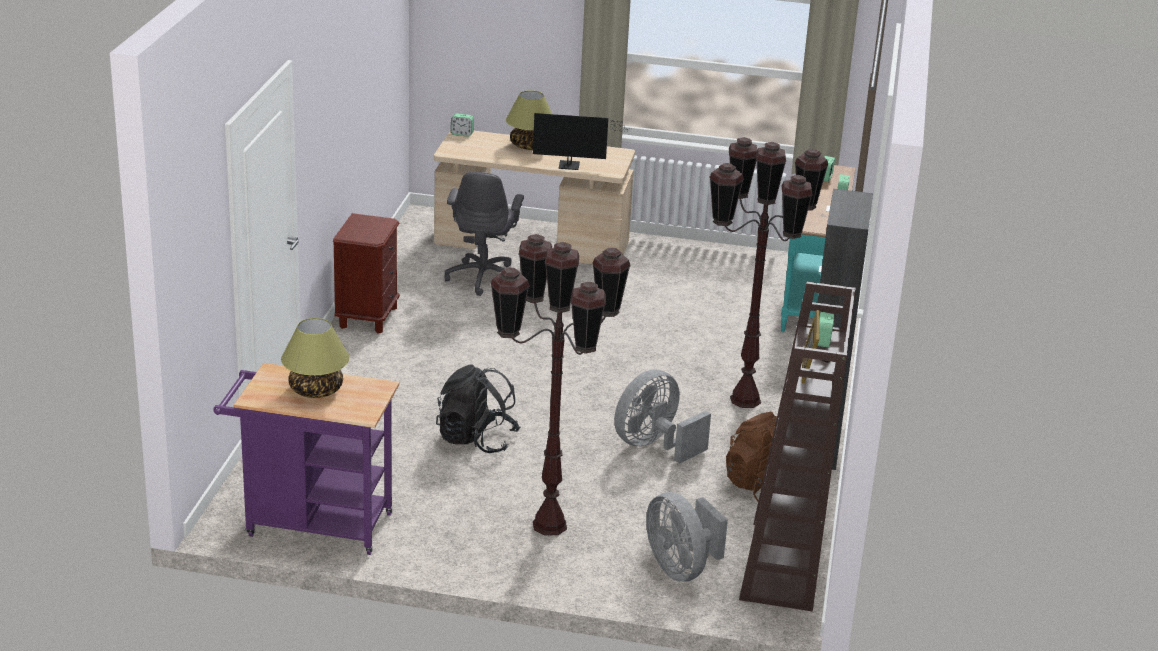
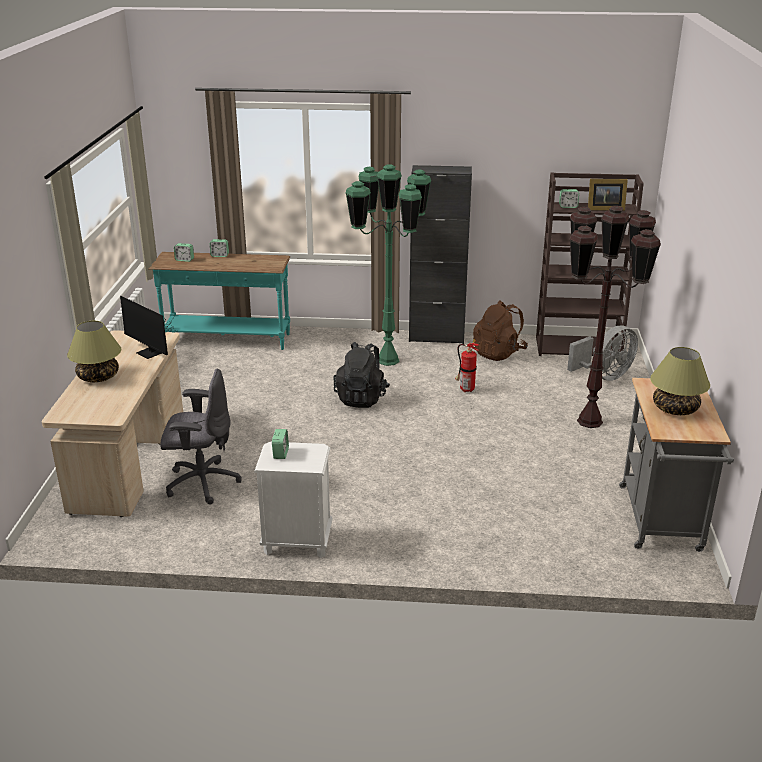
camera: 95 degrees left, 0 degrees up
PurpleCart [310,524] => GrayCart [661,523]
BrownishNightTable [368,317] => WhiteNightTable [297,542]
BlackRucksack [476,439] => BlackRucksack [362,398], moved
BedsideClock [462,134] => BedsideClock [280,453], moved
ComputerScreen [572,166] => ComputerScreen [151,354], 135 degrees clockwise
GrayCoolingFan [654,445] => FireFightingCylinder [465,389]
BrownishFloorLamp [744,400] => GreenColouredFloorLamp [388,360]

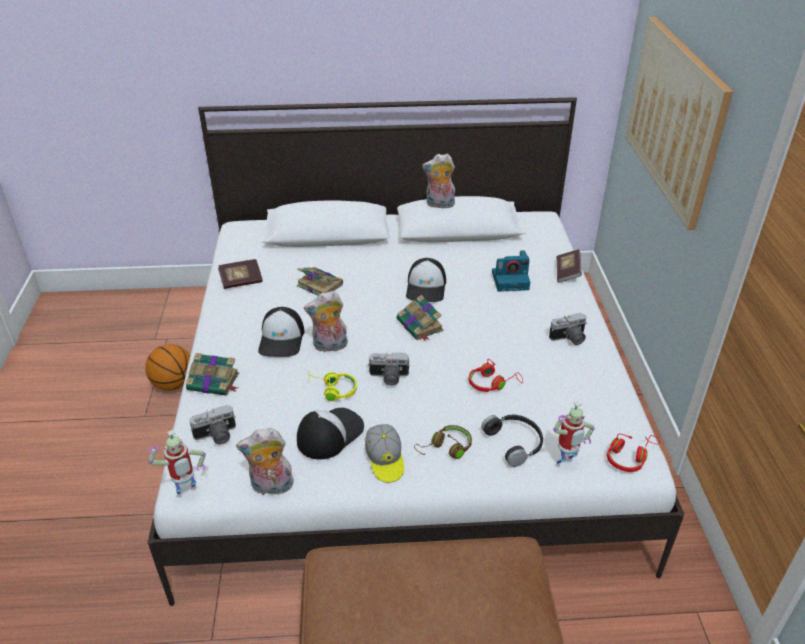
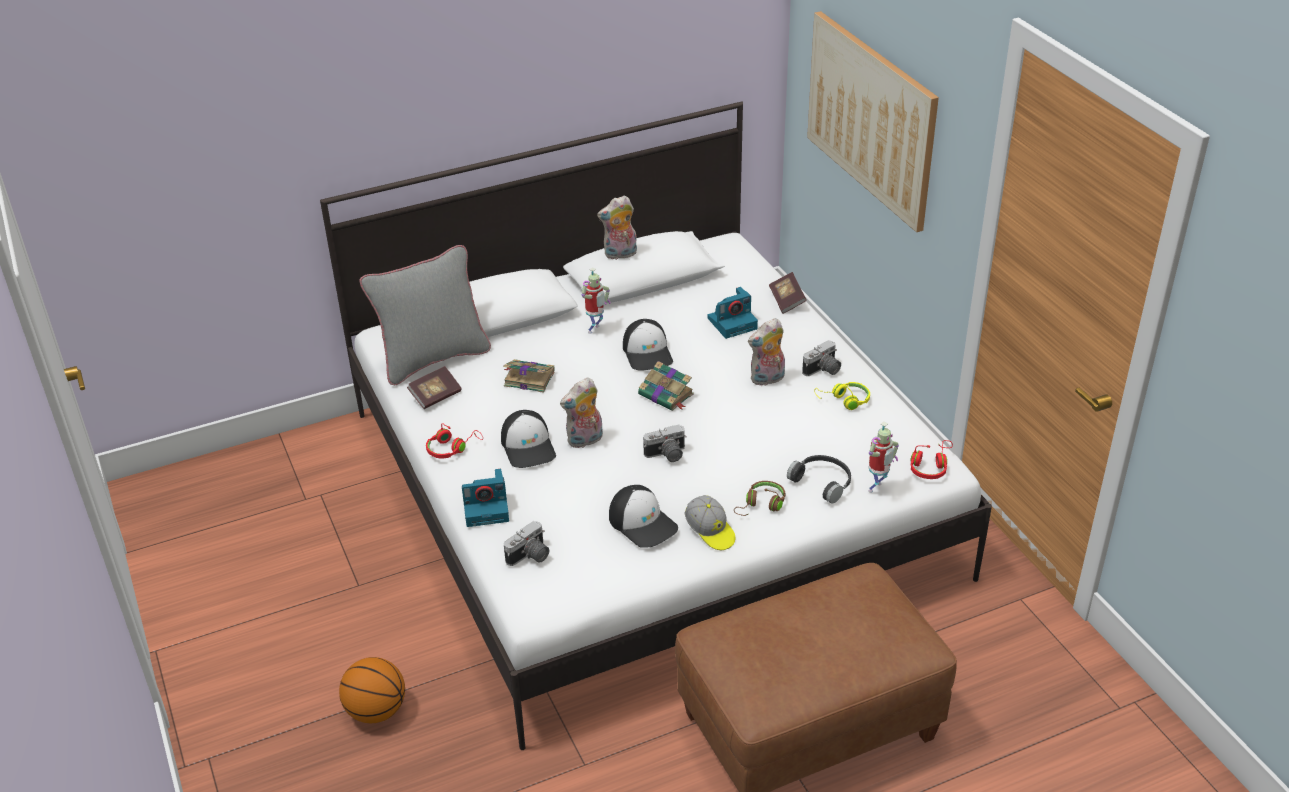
camera: 20 degrees left, 0 degrees up
Basketball [174,384] => Basketball [376,710], moved
RobotFigure [187,494] => RobotFigure [595,330], moved
Volume [214,382] => StillCamera [487,508]
CuddlyToy [271,487] => CuddlyToy [767,379], moved
Cap [329,433] => Cap [643,523], 120 degrees clockwise
YellowPairOfHeadphones [332,389] => YellowPairOfHeadphones [844,400], moved
ReddishPairOfHeadphones [492,383] => ReddishPairOfHeadphones [452,448], moved
nothing => GrayCushion [433,359]

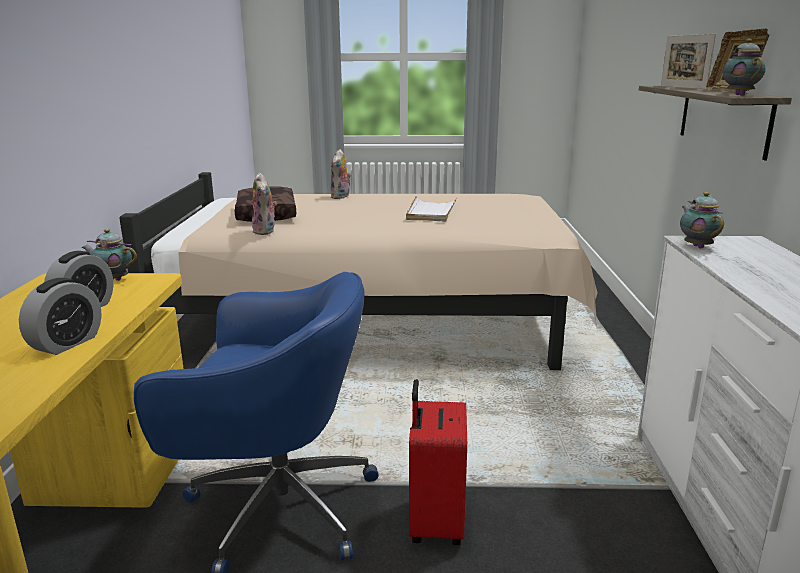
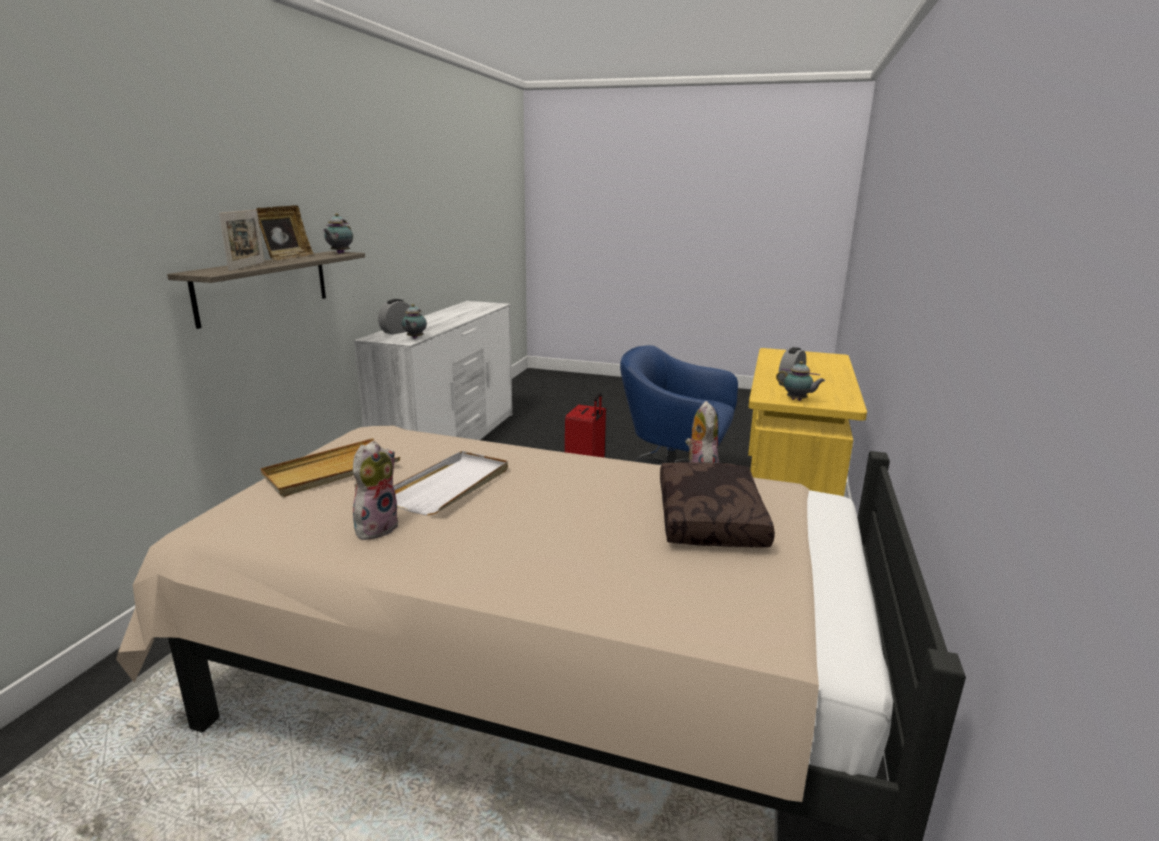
camera: 165 degrees left, 0 degrees up
BedsideClock [67,343] => BedsideClock [397,332], moved
CuddlyToy [341,197] => CuddlyToy [376,527], moved
nothing => BeigeServingTray [331,471]

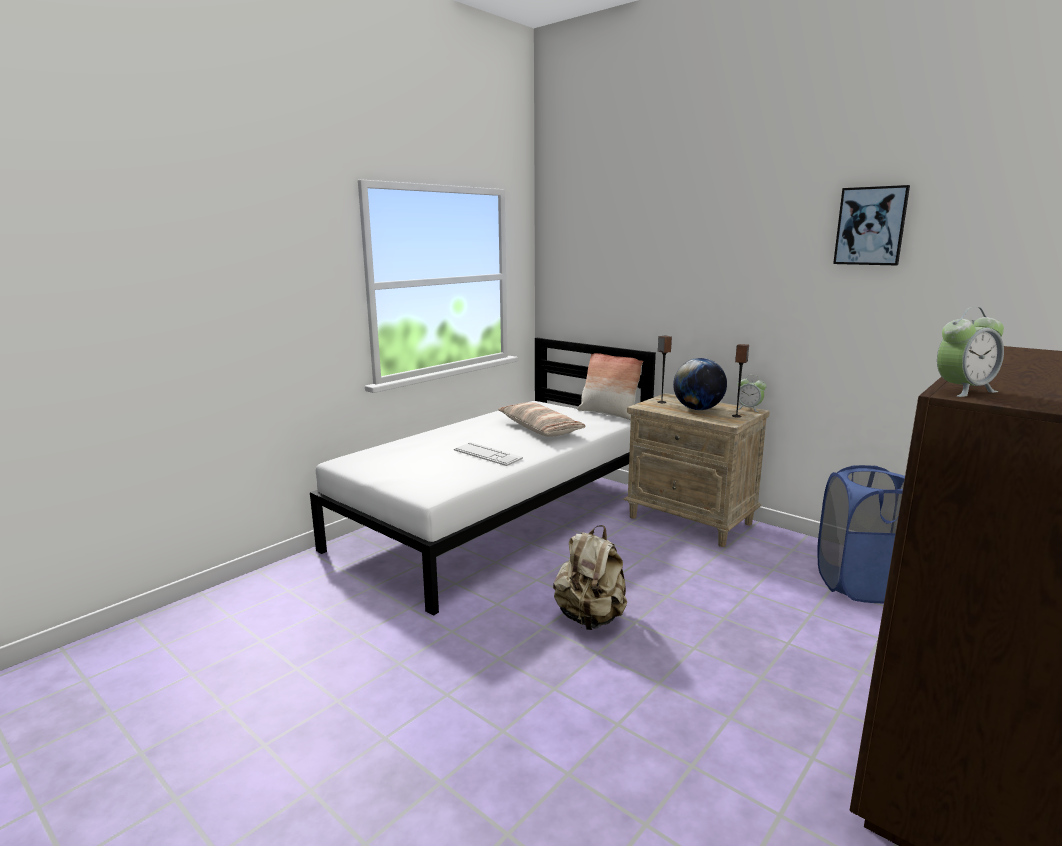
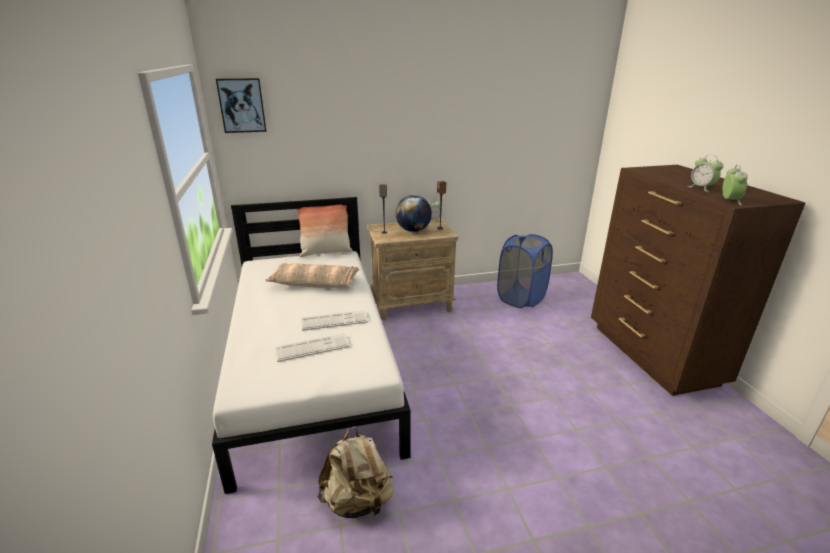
camera: 55 degrees left, 10 degrees up
BeigeRucksack [590,618] => BeigeRucksack [357,501], moved
Picture [870,226] => Picture [242,105], moved
nothing => PcKeyboard [312,348]
nothing => BedsideClock [701,188]

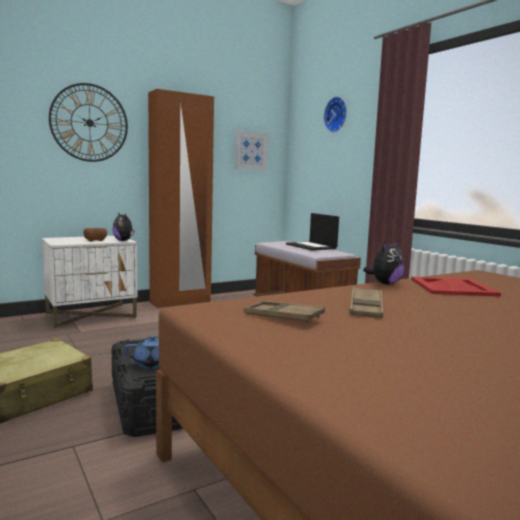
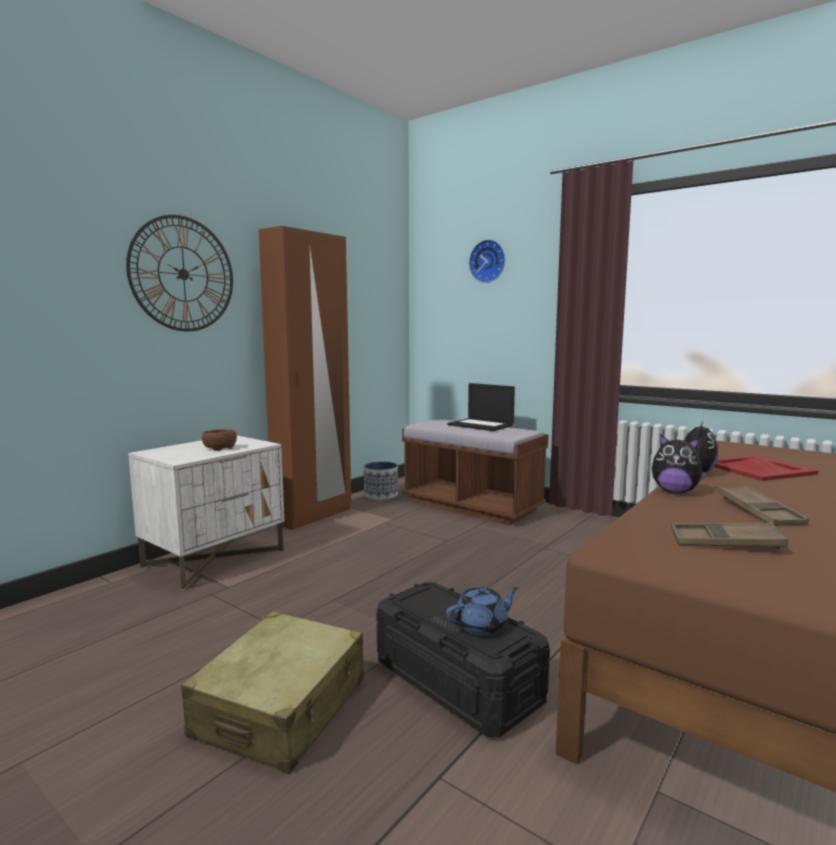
camera: 20 degrees left, 0 degrees up
CuddlyToy [124,241] => CuddlyToy [675,491], moved
Picture [251,151] => nothing
nothing => PlantPot [380,495]

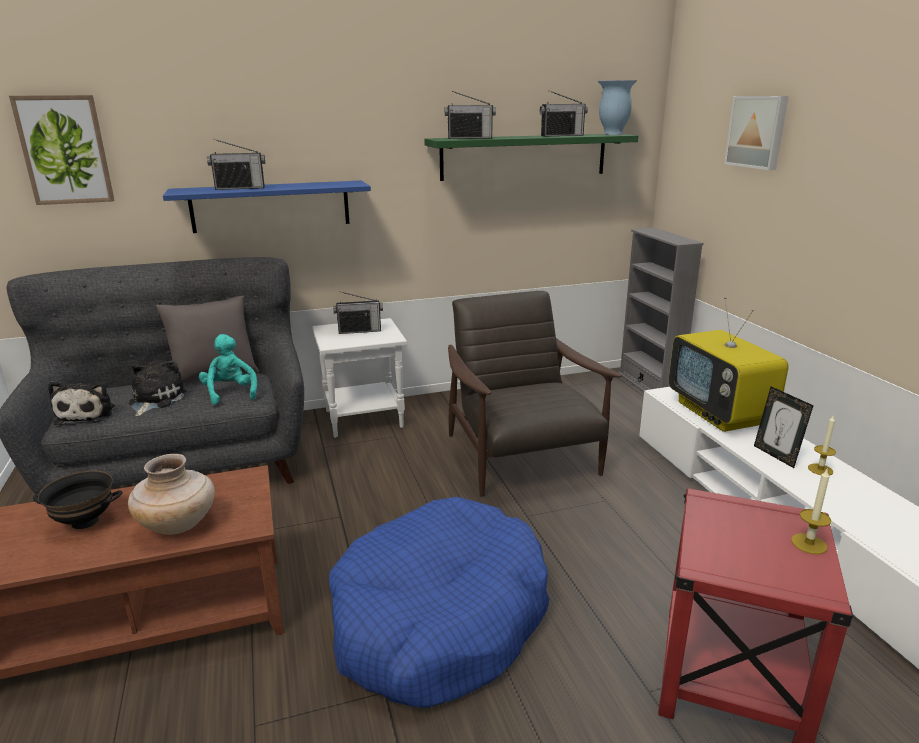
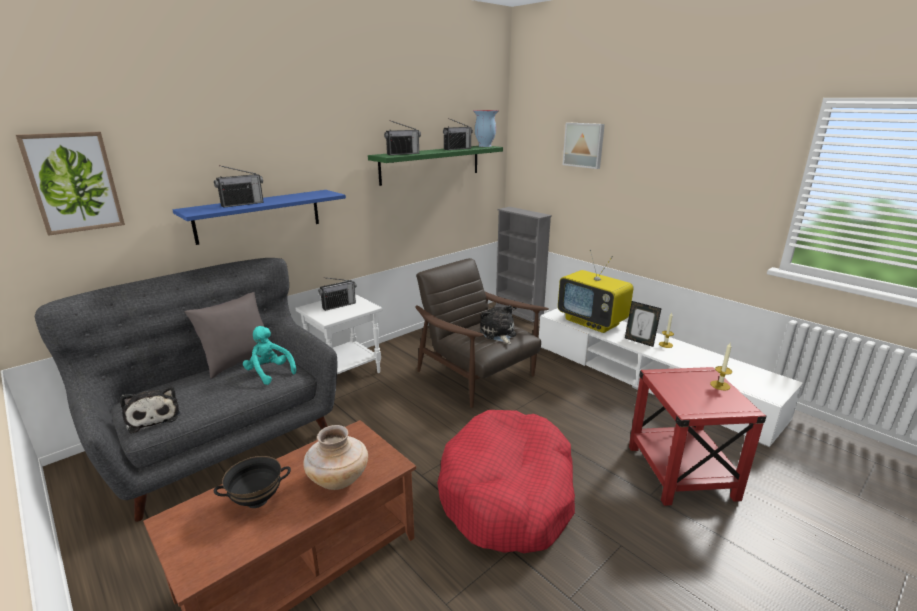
camera: 25 degrees left, 0 degrees up
CuddlyToy [155,400] => CuddlyToy [498,334], moved
BluishDogCushion [439,618] => ReddishDogCushion [508,493]

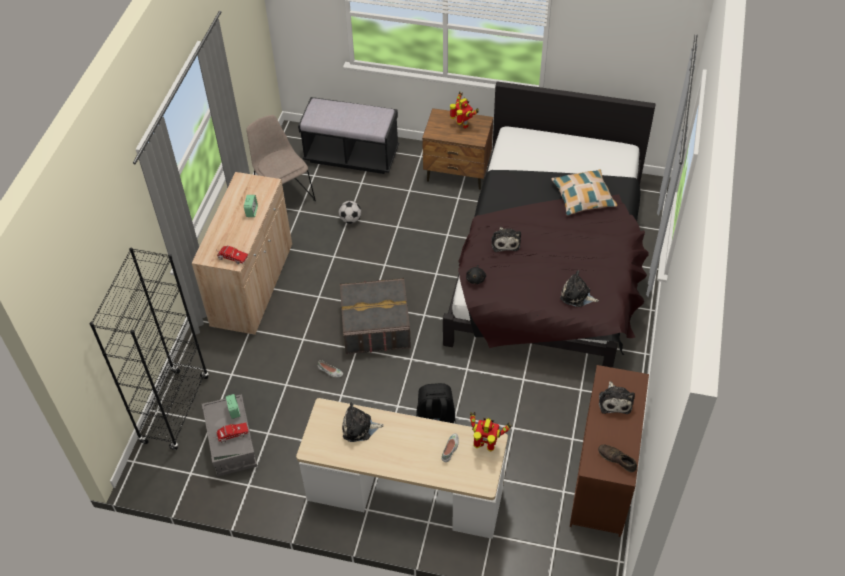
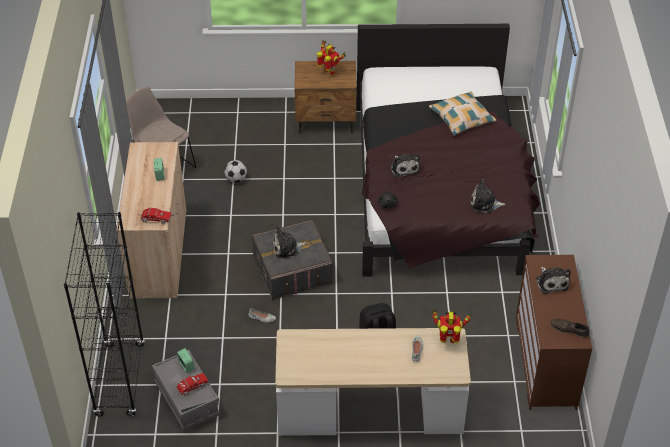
camera: 15 degrees left, 5 degrees down
BlackBench [351,156] => nothing
CuddlyToy [359,428] => CuddlyToy [287,248], moved

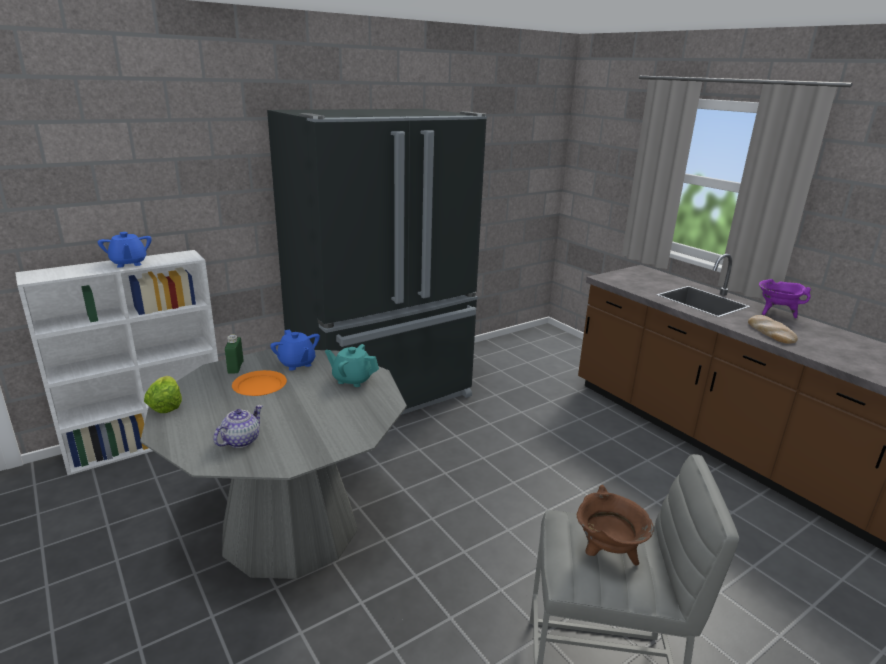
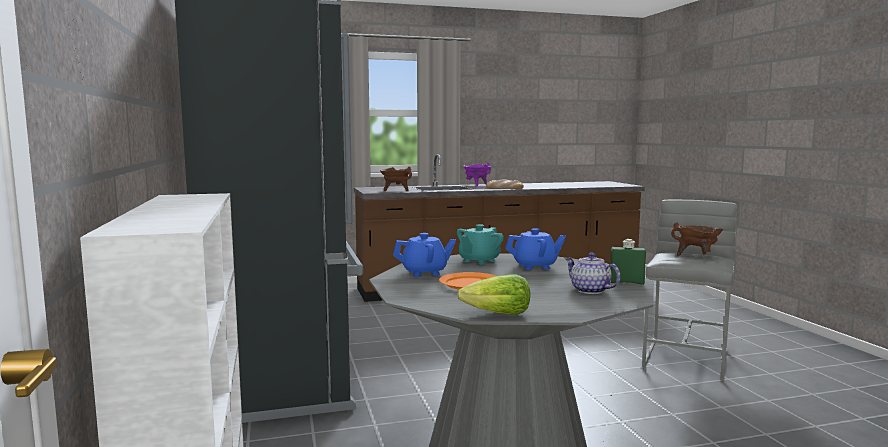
camera: 70 degrees left, 15 degrees down
BluishTeapot [129,263] => BluishTeapot [535,266], moved
GreenColouredDrinkBottle [235,367] => GreenColouredDrinkBottle [626,282], moved
nothing => BrownishCookingPot [396,190]

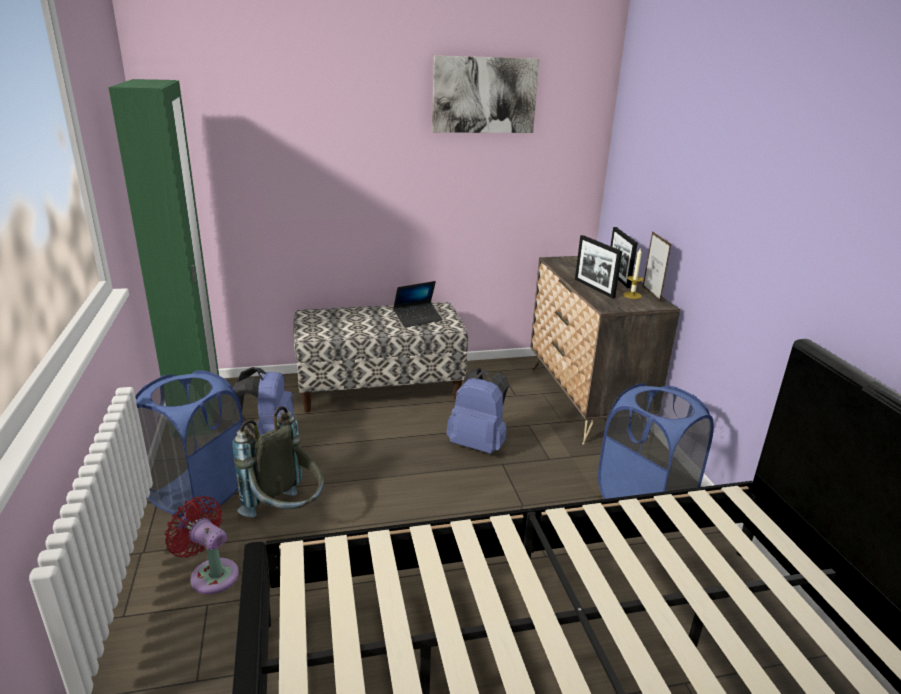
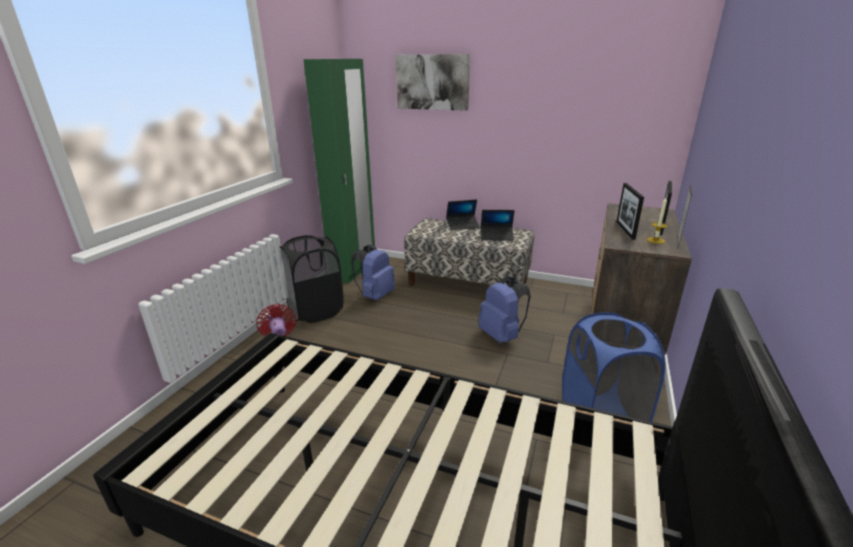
camera: 35 degrees right, 0 degrees up
BluishLaundryBasket [198,492] => BlackLaundryBasket [315,311]
GrayRucksack [287,514] => nothing
Picture [484,95] => Picture [432,82], moved
nothing => Laptop [462,225]

